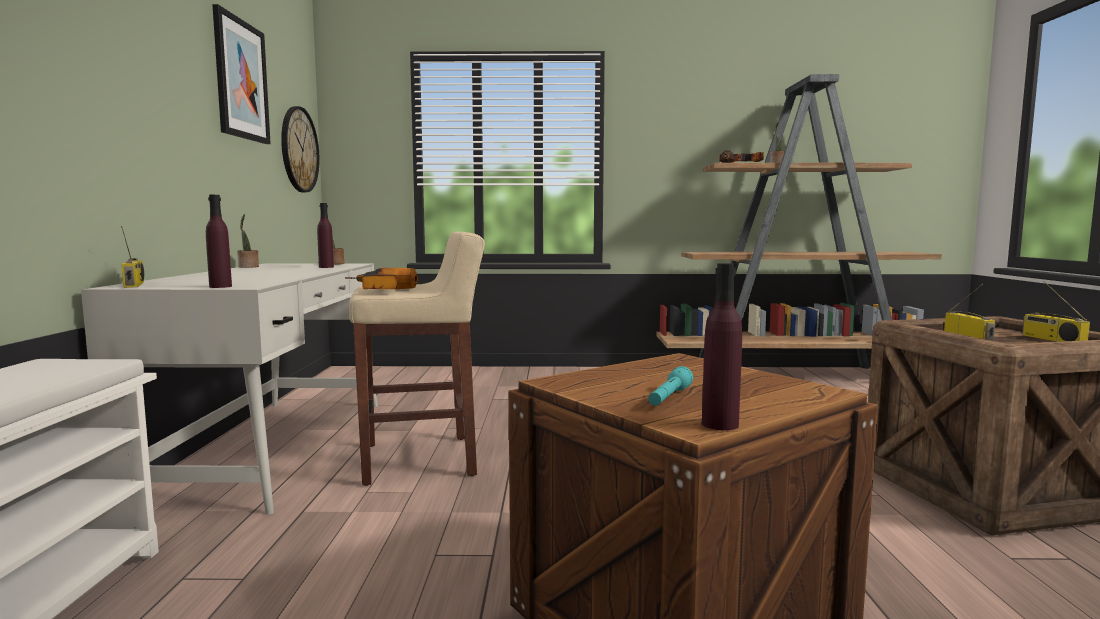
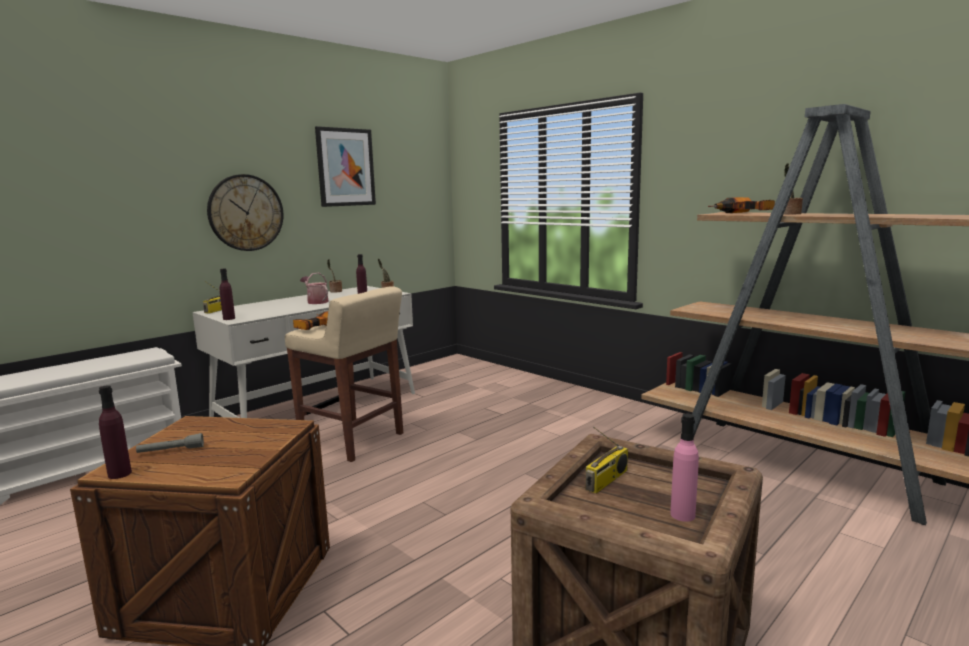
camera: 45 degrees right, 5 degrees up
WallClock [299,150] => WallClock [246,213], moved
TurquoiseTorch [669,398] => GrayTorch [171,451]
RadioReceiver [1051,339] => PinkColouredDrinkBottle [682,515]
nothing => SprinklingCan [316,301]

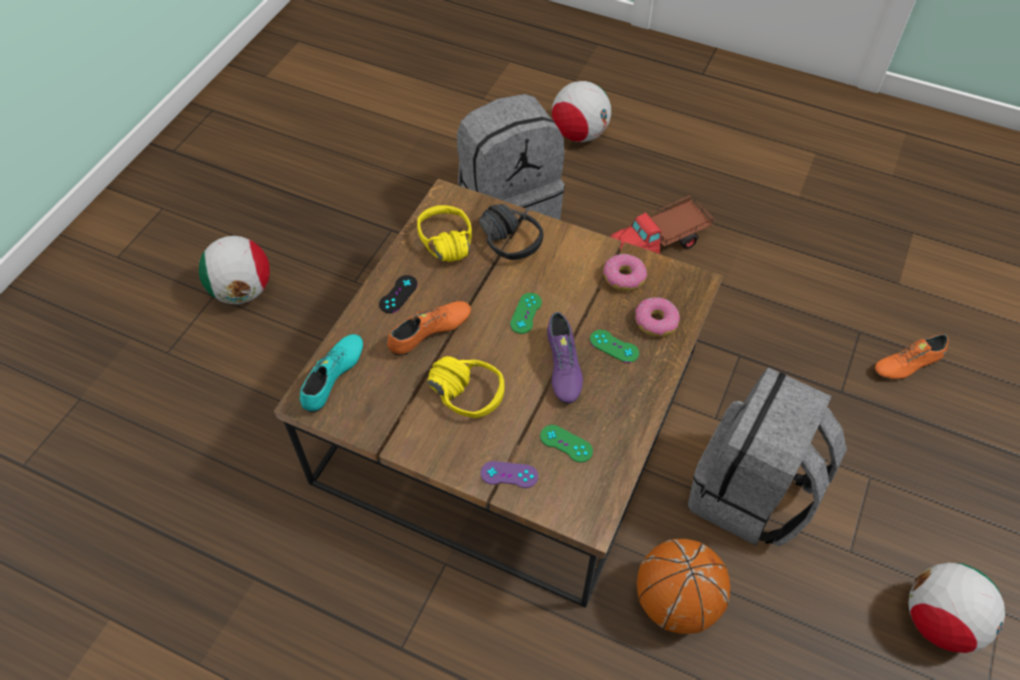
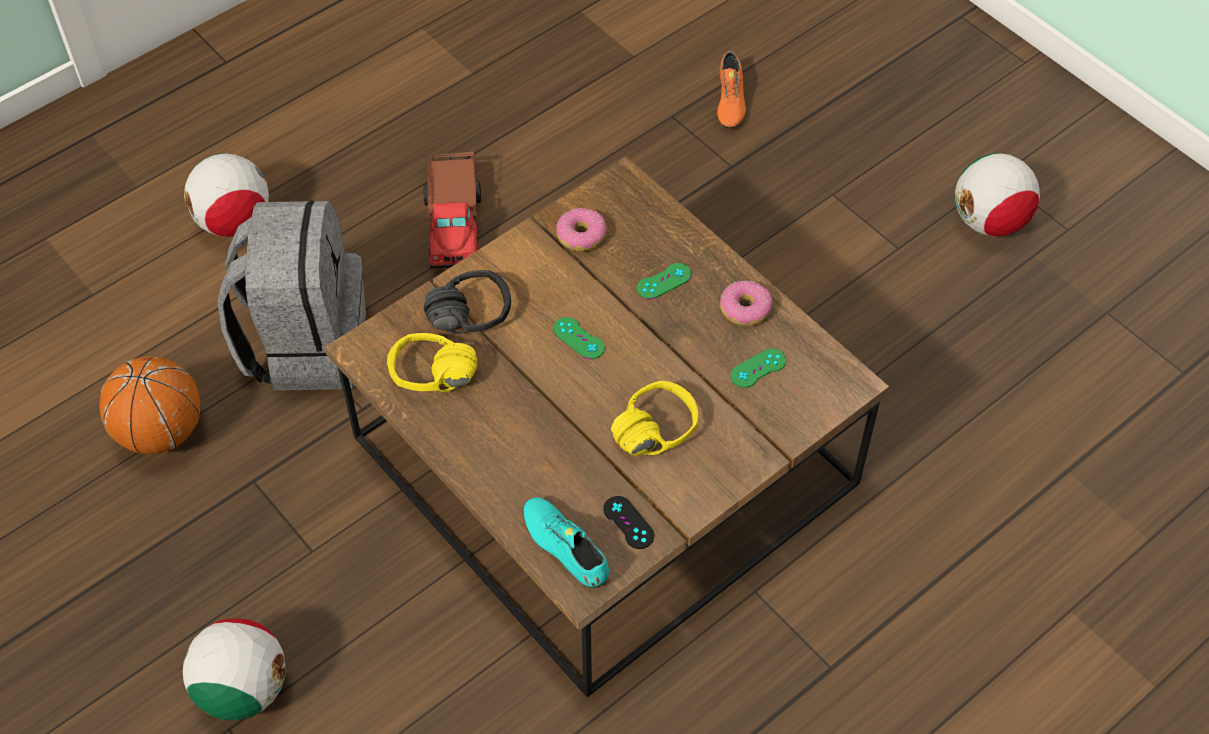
camera: 65 degrees left, 0 degrees up
BlackGamepad [398,294] => BlackGamepad [628,522], moved
OrangeyLowShoe [430,333] => nothing
PurpleGamepad [509,475] => nothing
PurpleLowShoe [562,367] => nothing
Doughnut [655,322] => Doughnut [745,309], moved
Basketball [676,601] => Basketball [161,432], moved
GrayRucksack [750,494] => nothing

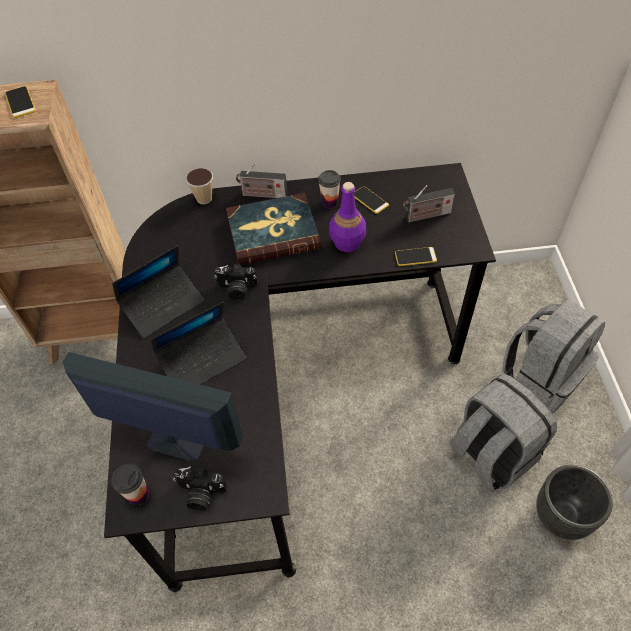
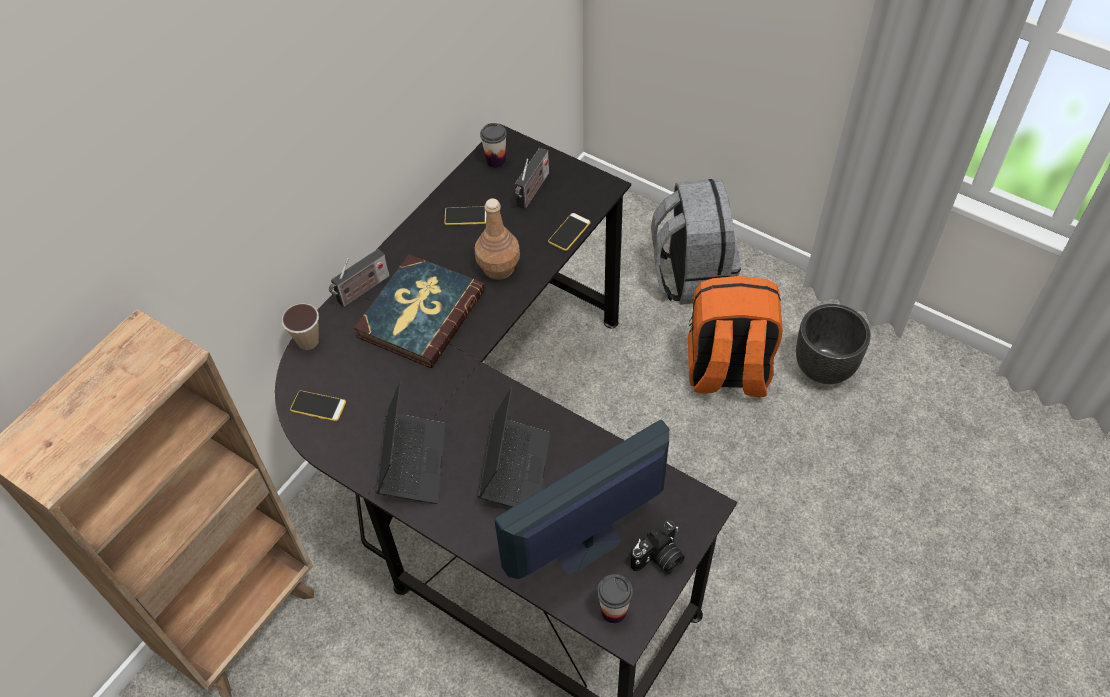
camera: 50 degrees left, 0 degrees up
Telephone [20,102] => Telephone [318,406], moved
StillCamera [237,290] => nothing
Cup [329,202] => Cup [495,161], moved
PurpleDrinkBottle [347,243] => BrownishDrinkBottle [499,268]
GrayRucksack [490,454] => OrangeyRucksack [727,371]

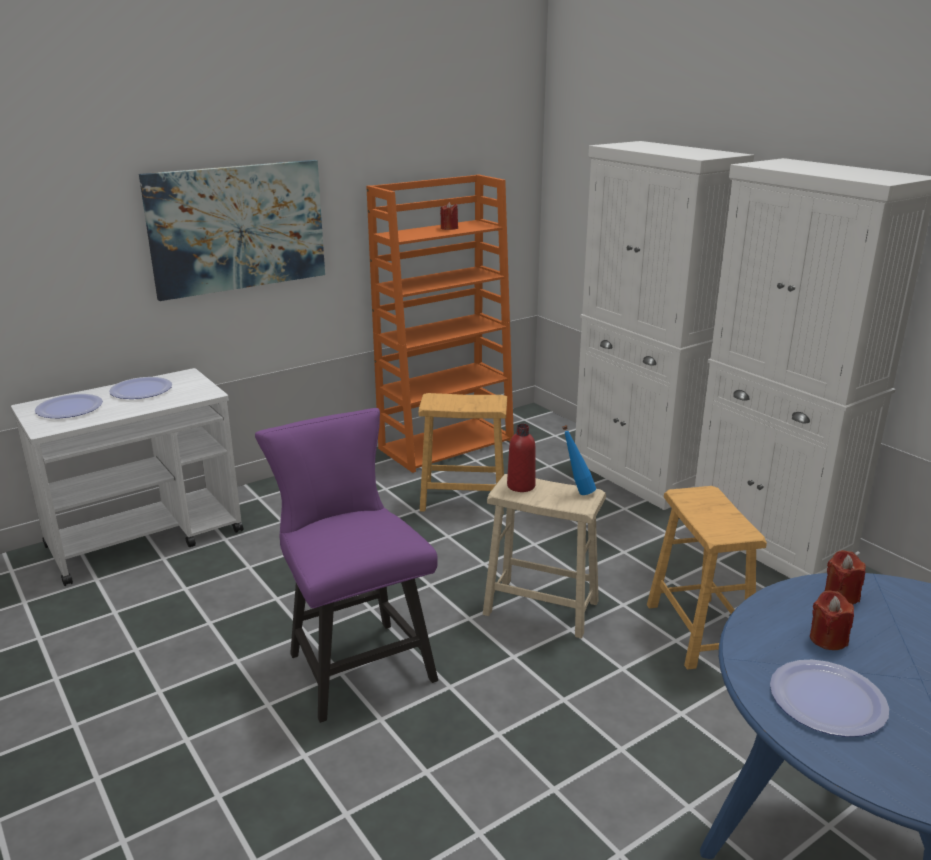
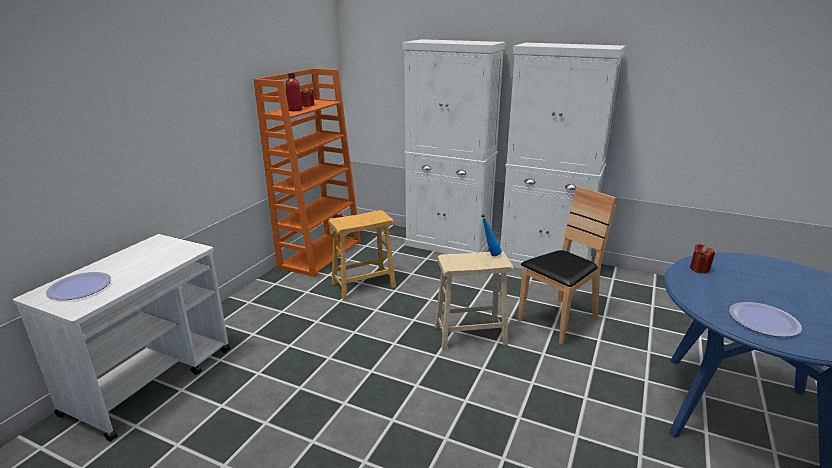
camera: 30 degrees left, 0 degrees up
Plate [141,390] => nothing
Picture [237,227] => nothing
PurpleUprightChair [355,662] => nothing
ReddishDrinkBottle [521,486] => ReddishDrinkBottle [294,110], moved
BrownishStool [698,631] => BrownishUprightChair [558,320]
ReddishWaxCandle [827,639] => nothing

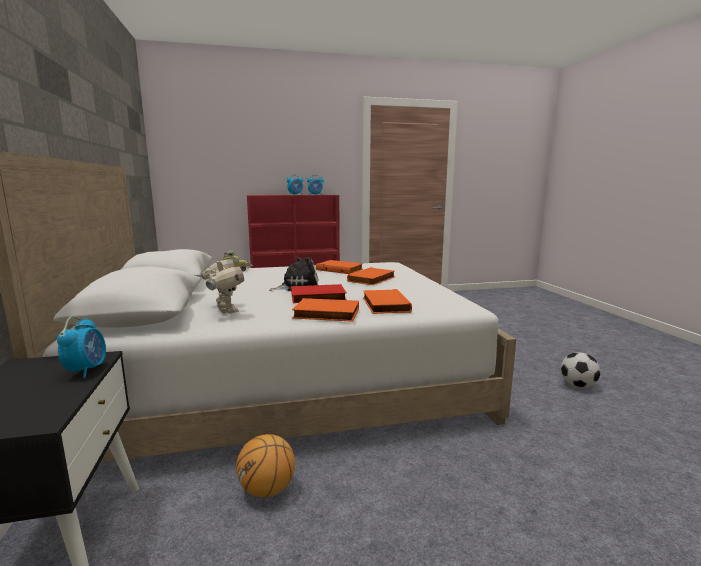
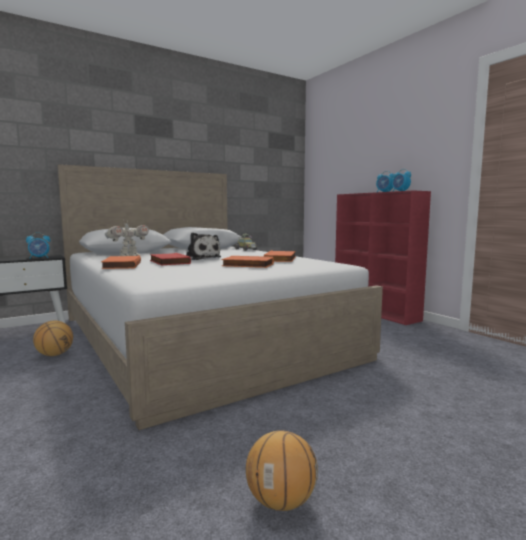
camera: 70 degrees right, 5 degrees down
OrangeyVolume [384,305] => nothing
BallForFootball [578,385] => Basketball [281,501]

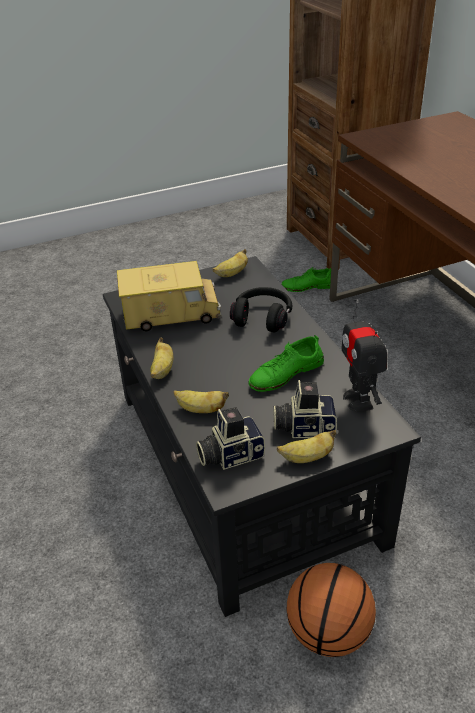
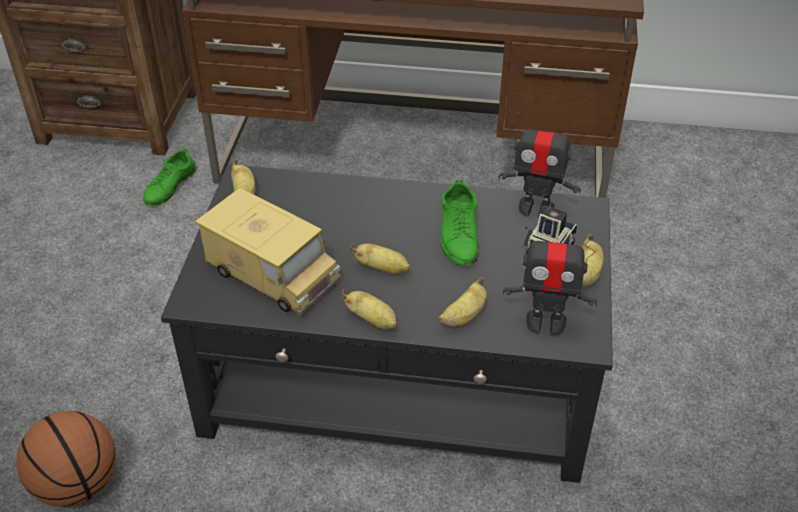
camera: 60 degrees left, 5 degrees up
ToyTruck [171,314] => ToyTruck [272,273], 105 degrees clockwise
StillCamera [230,454] => RobotFigure [545,322]
BlackPairOfHeadphones [263,317] => nothing
Basketball [328,632] => Basketball [77,485], moved
nothing => BananaFruit [382,269]

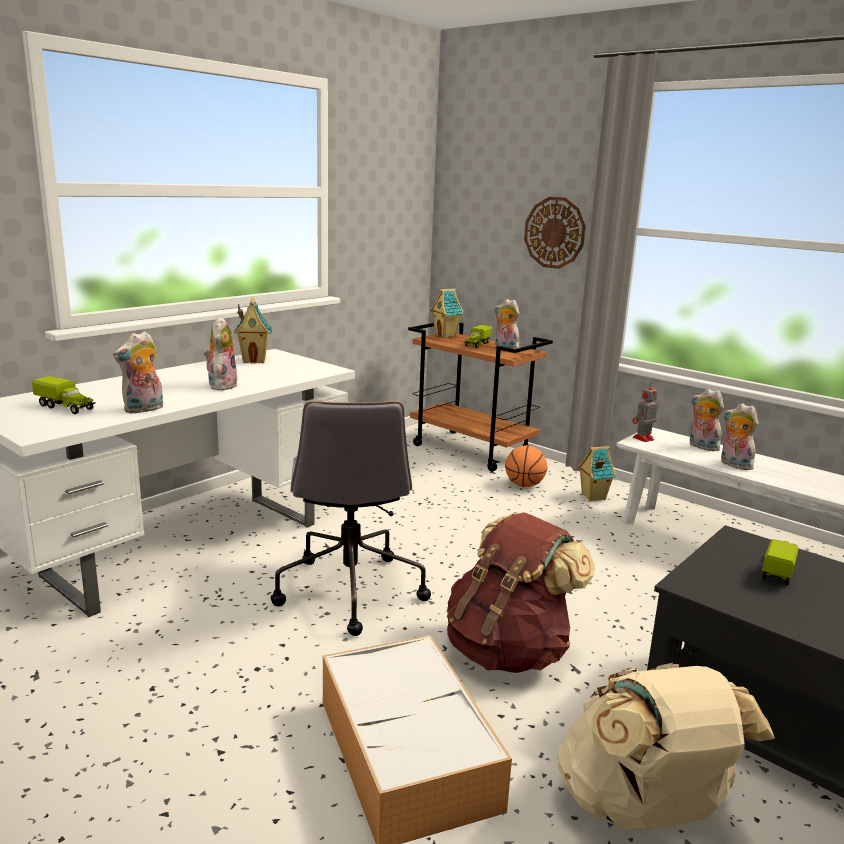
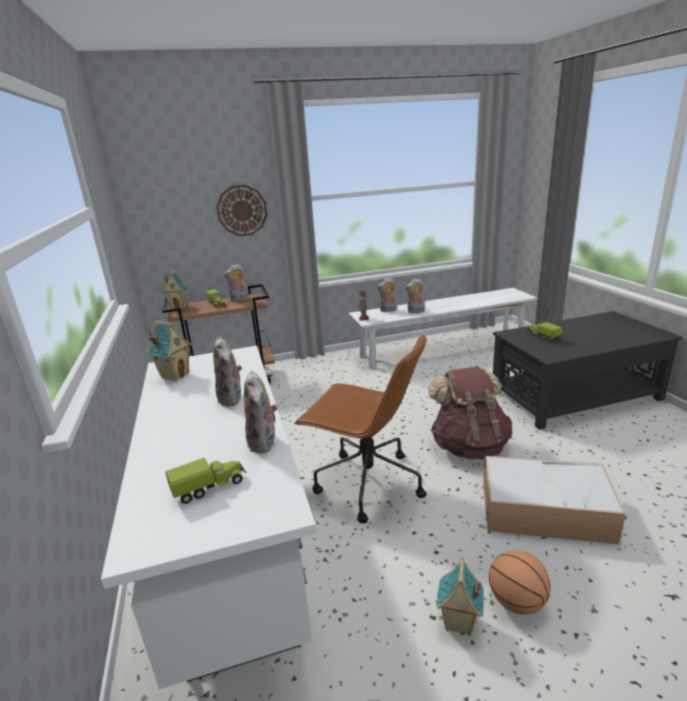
camera: 55 degrees left, 5 degrees up
CuddlyToy [221,385] => CuddlyToy [232,399], 150 degrees counterclockwise
GrayComputerChair [349,589] => BrownishComputerChair [367,483]
Basketball [524,485] => Basketball [516,602], moved
BeigeRucksack [643,809] => nothing
ModelHouse [592,497] => ModelHouse [458,623], moved

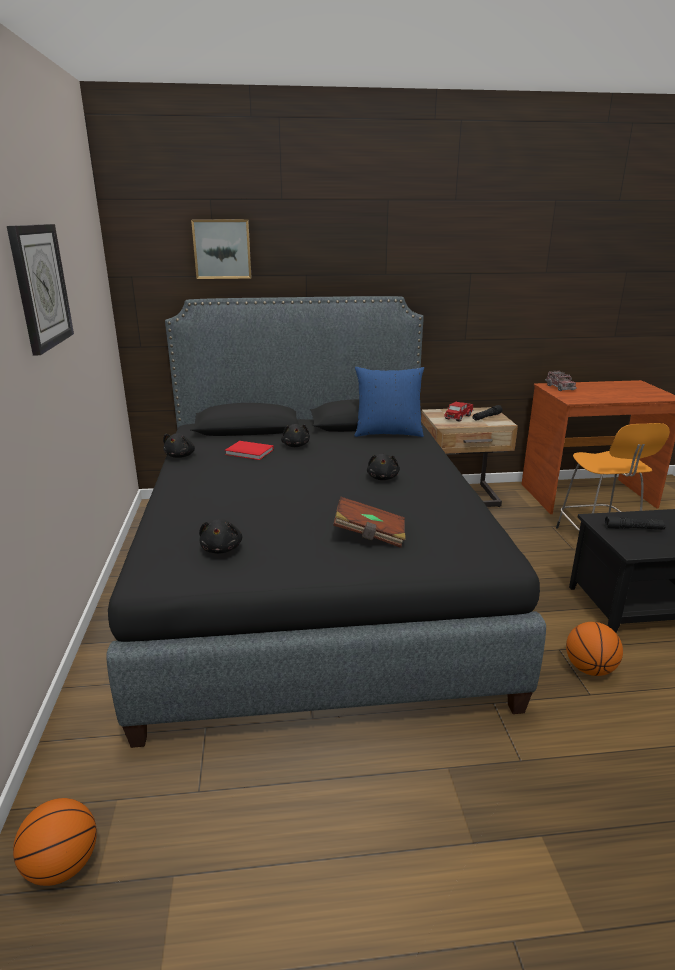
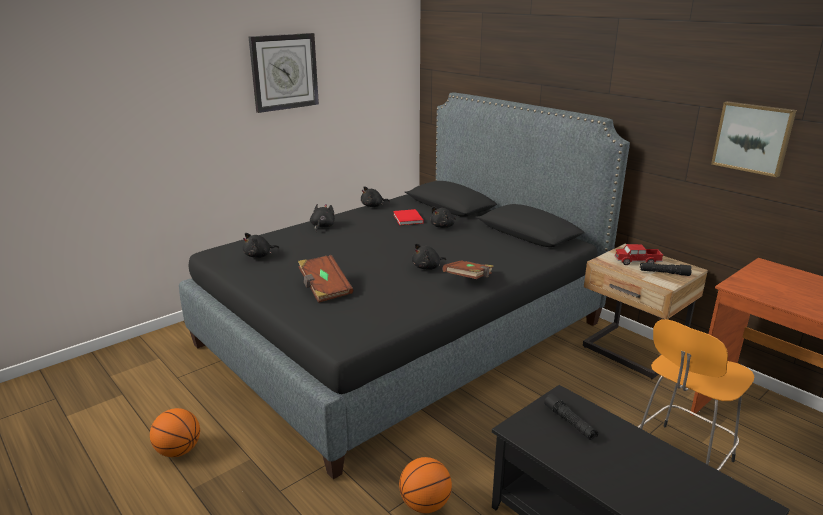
camera: 55 degrees right, 0 degrees up
Basketball [62,865] => Basketball [178,450], moved
Picture [222,249] => Picture [753,138], moved
BluishCushion [388,433] => nothing
ToyTruck [560,387] => nothing
nothing => BlackCuddlyToy [322,227]
nothing => BrownishVolume [469,280]

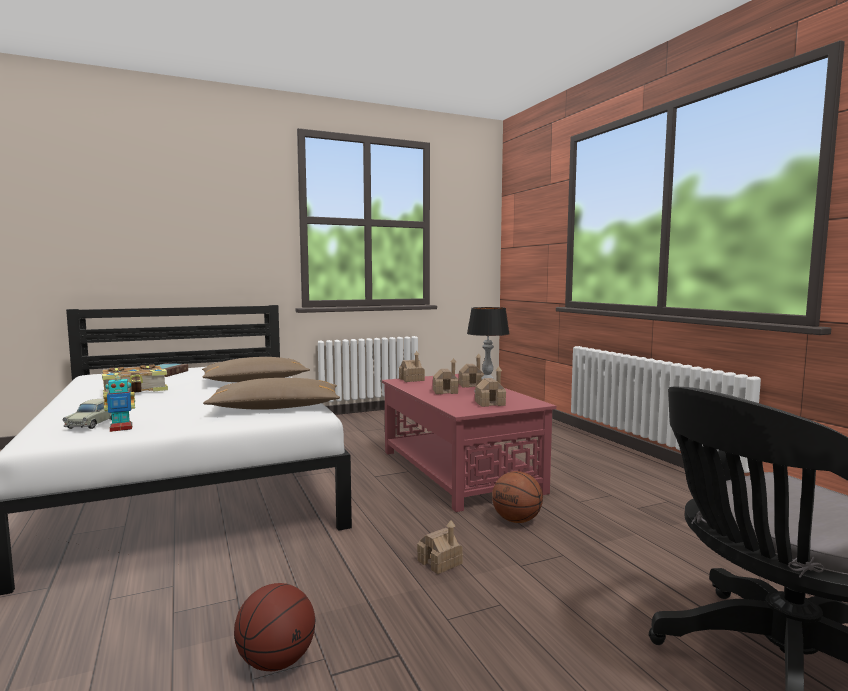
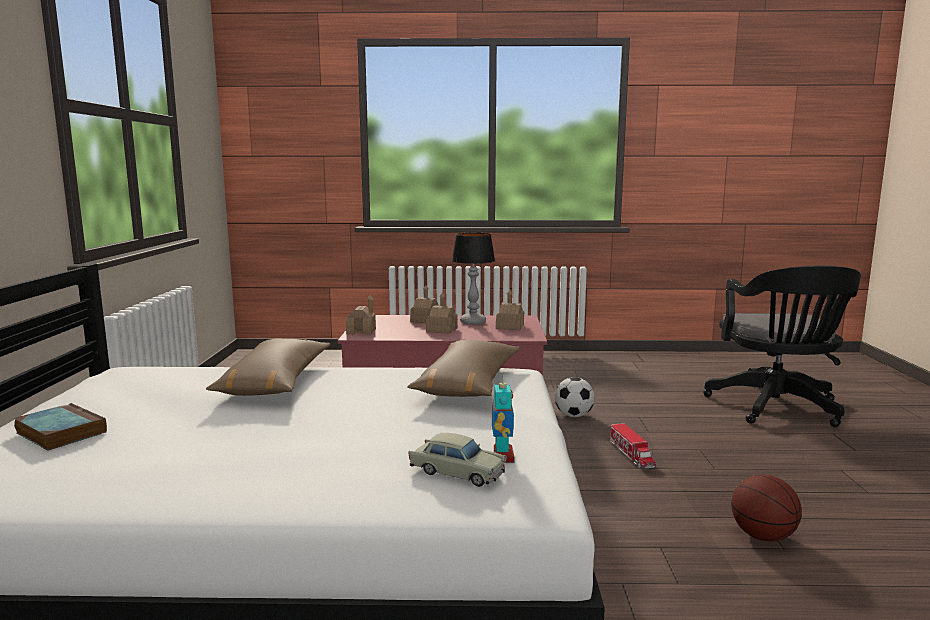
camera: 65 degrees left, 5 degrees up
Volume [136,390] => nothing
ModelHouse [440,562] => ToyTruck [631,455]
Basketball [517,520] => BallForFootball [573,415]

